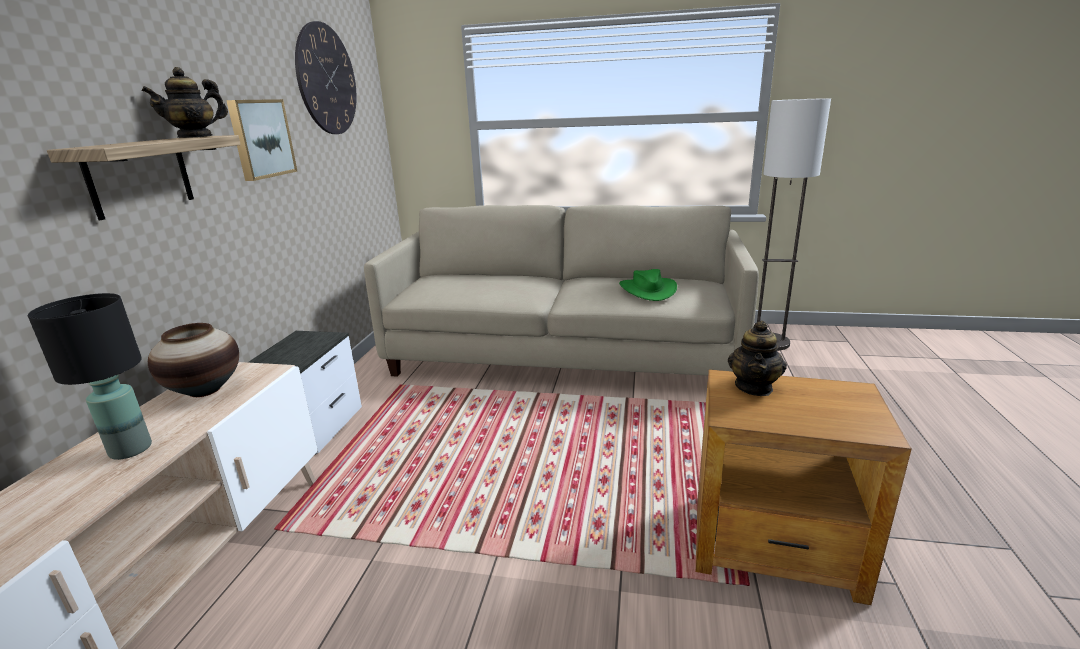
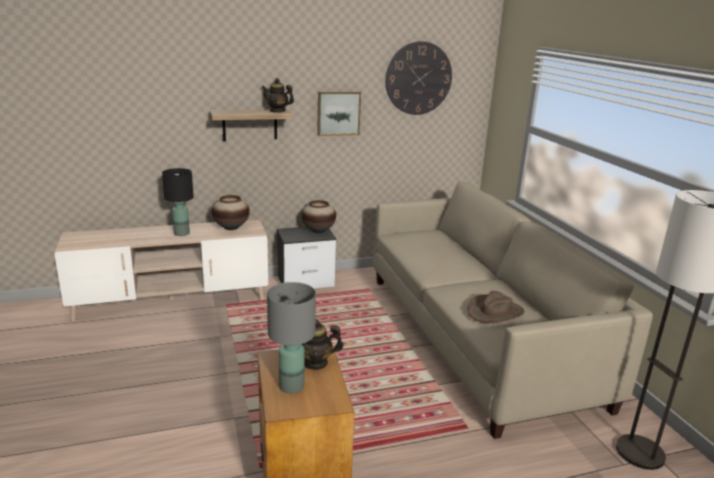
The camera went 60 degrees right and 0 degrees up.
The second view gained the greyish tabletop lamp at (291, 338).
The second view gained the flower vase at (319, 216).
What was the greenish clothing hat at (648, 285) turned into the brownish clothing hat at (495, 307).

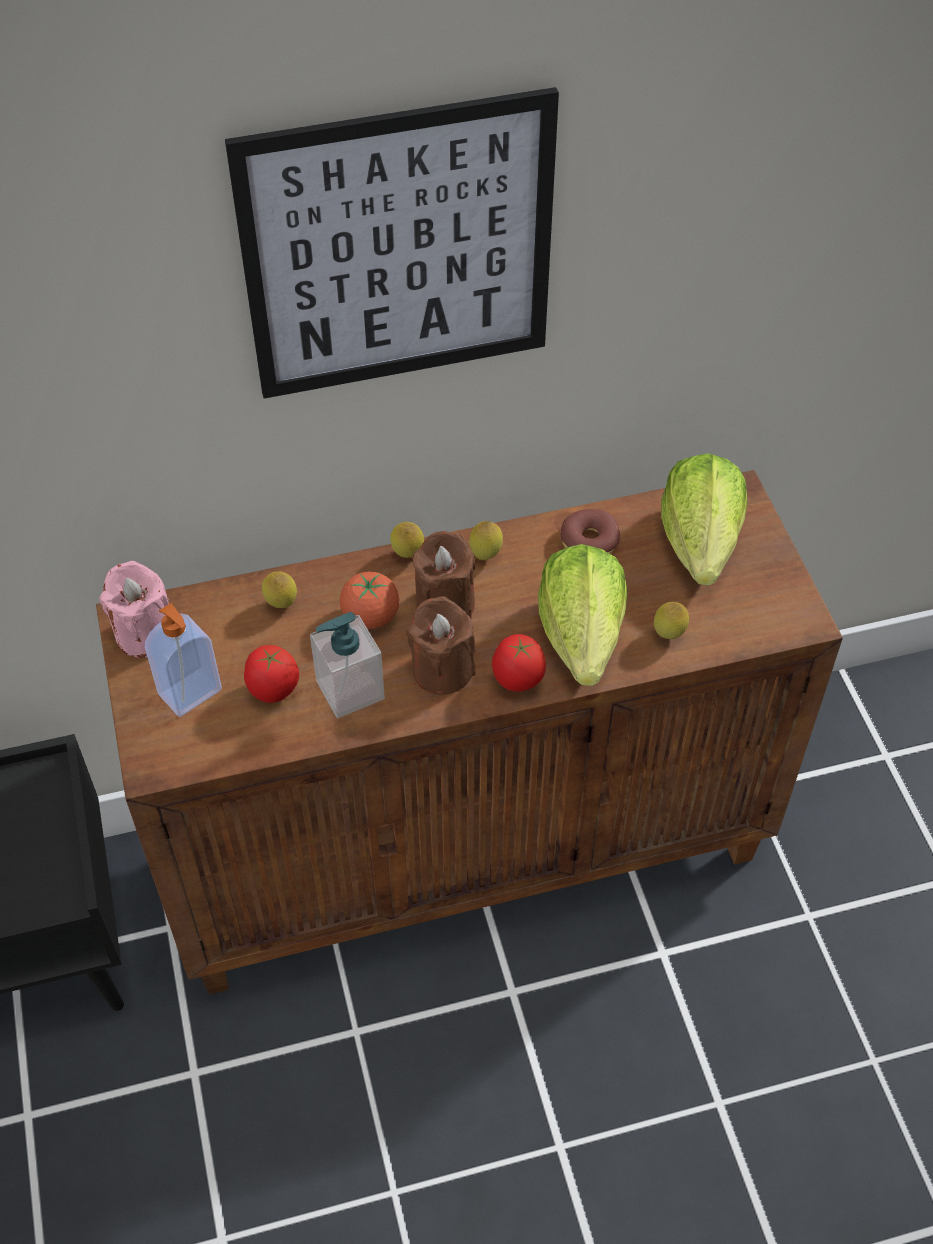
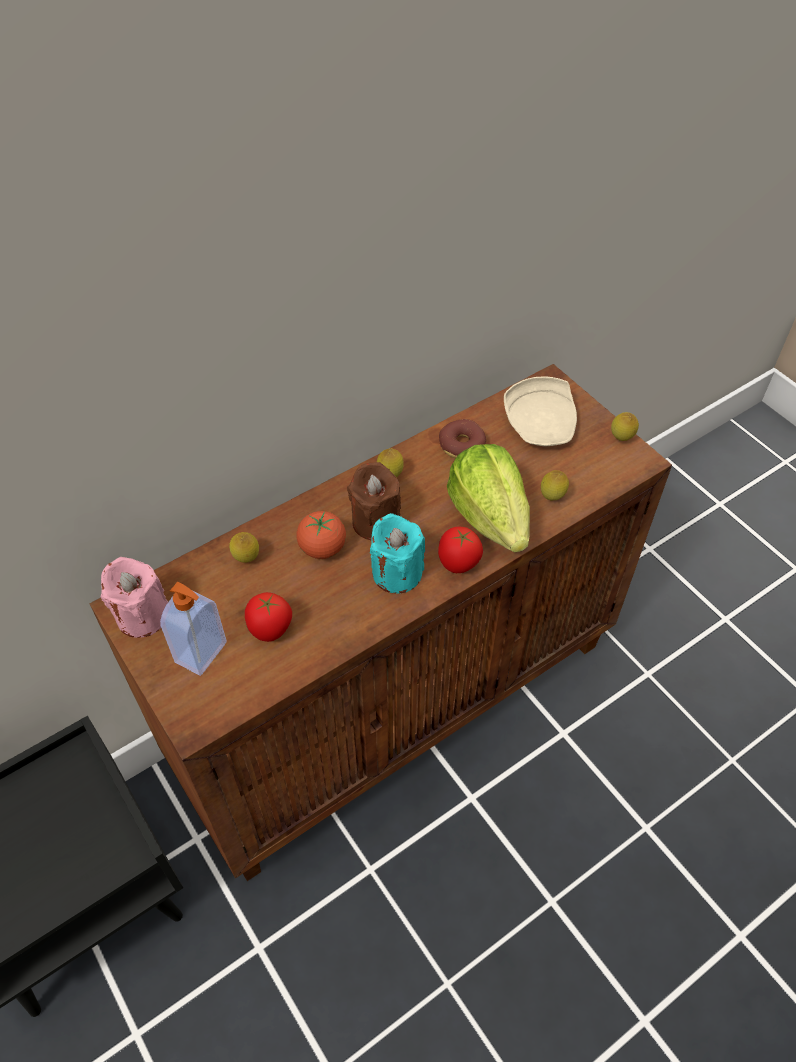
The camera went 20 degrees left and 0 degrees up.
What was the brownish wax light at (441, 645) turned into the turquoise-coloured wax light at (397, 553).
Where the lettuce stood at (704, 520), the beige dinner plate came to stand at (540, 411).
The citrus fruit ended up elsewhere, having gone from (407, 540) to (625, 426).
The second view lost the picture at (392, 243).
The second view lost the soap dispenser at (347, 665).

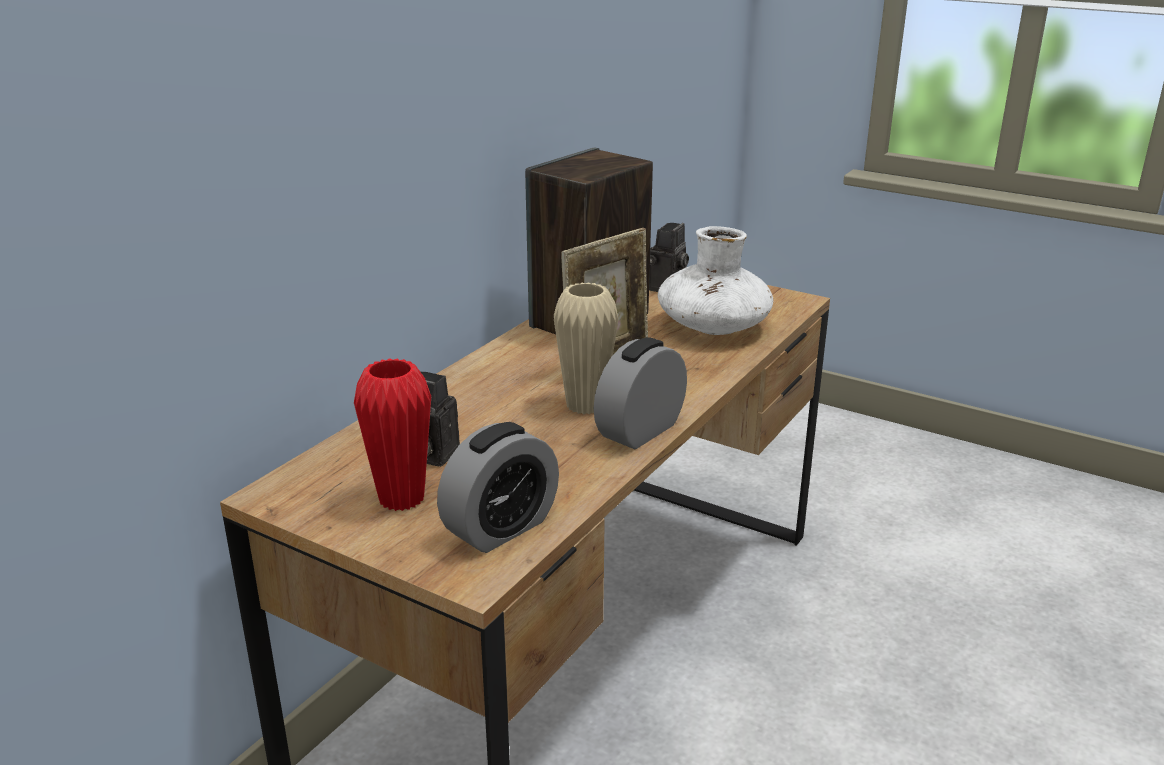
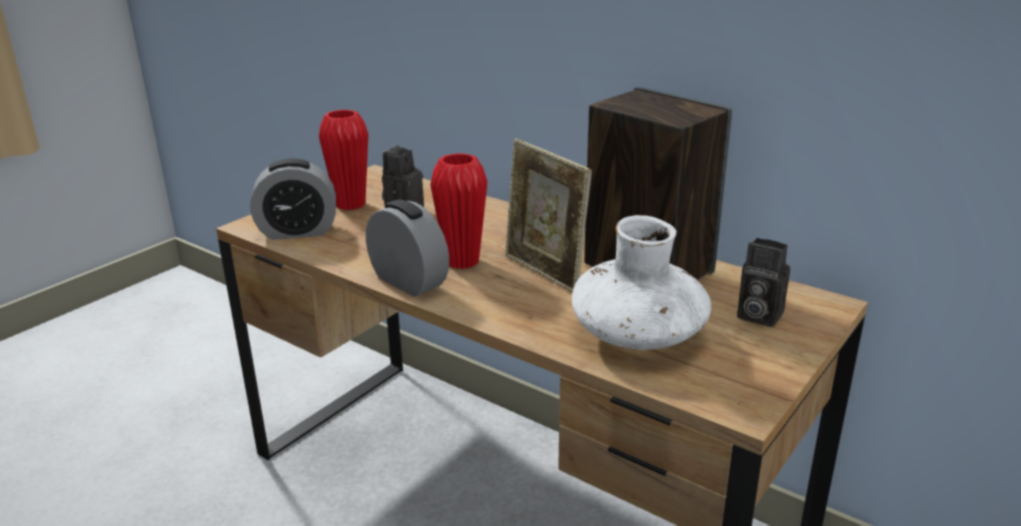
The camera went 95 degrees right and 0 degrees up.
The bedside clock at (498, 487) ended up facing another way, 60 degrees counterclockwise from before.
What was the beige flower vase at (586, 348) turned into the red-coloured flower vase at (459, 211).

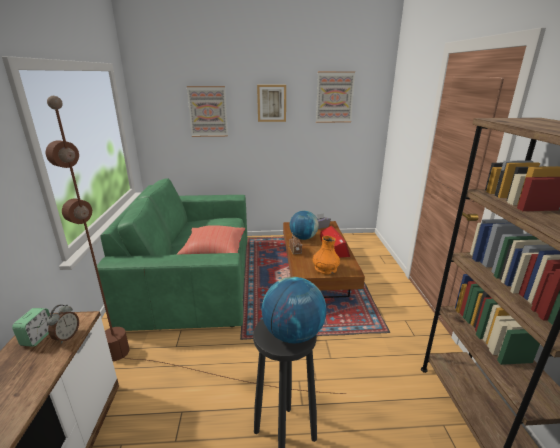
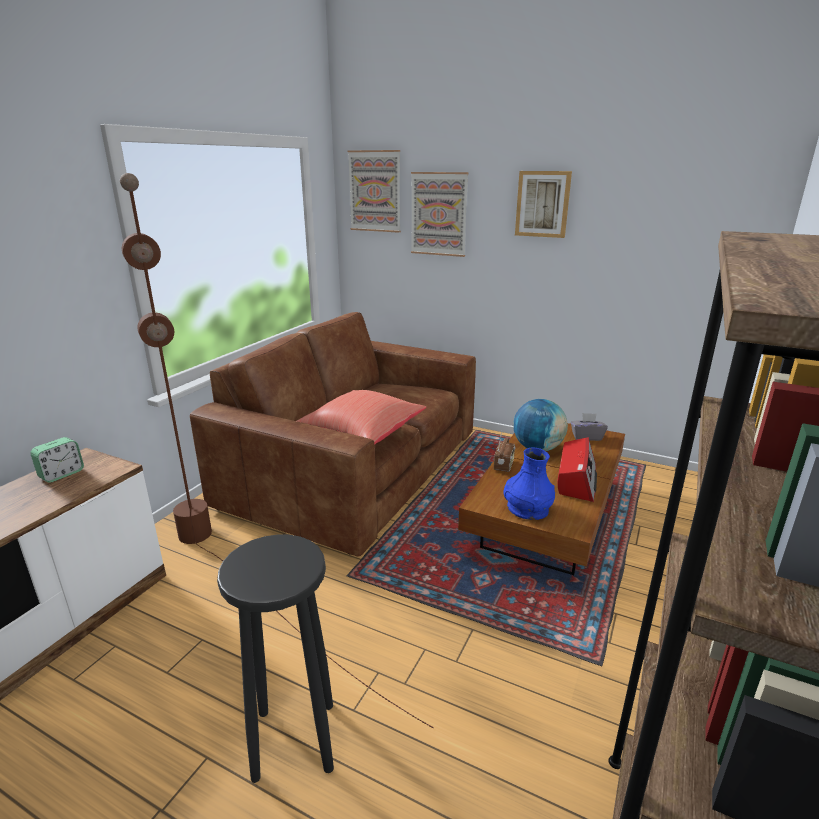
The camera went 30 degrees right and 0 degrees up.
What was the greenish settee at (172, 254) turned into the brownish settee at (333, 434).
The picture ended up elsewhere, having gone from (335, 97) to (374, 191).
What was the orangey flower vase at (326, 255) turned into the blue flower vase at (529, 484).
The second view lost the bedside clock at (63, 324).
The second view lost the desk globe at (294, 310).

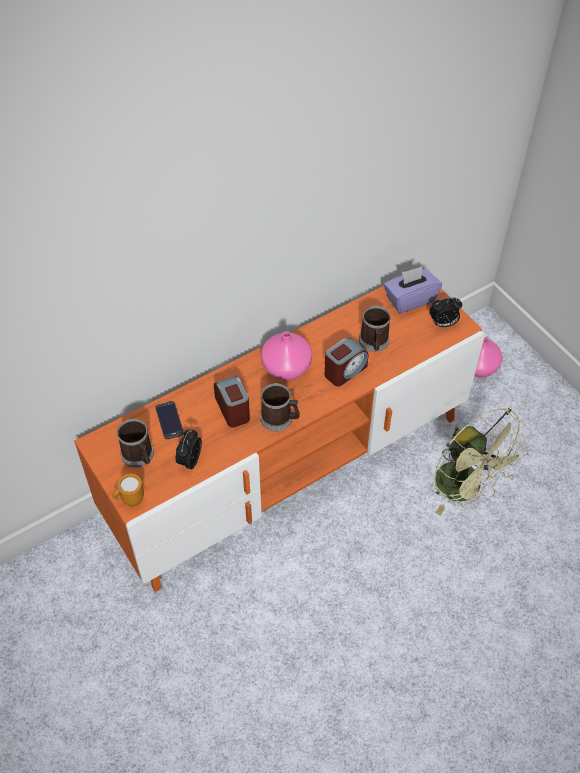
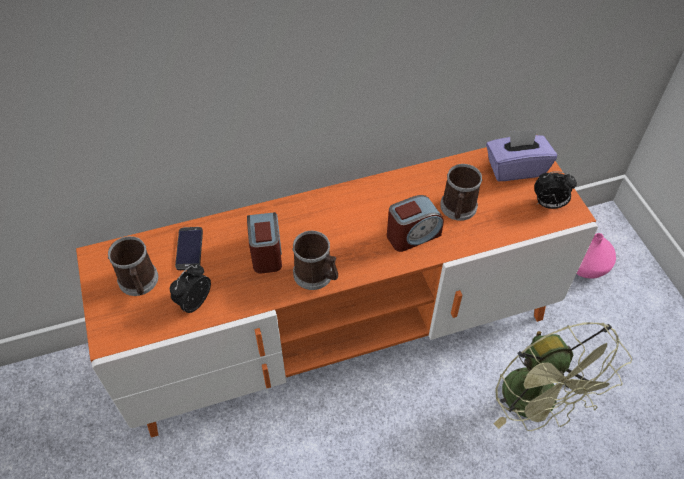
The camera went 15 degrees right and 0 degrees up.
The second view lost the orangey mug at (128, 490).
The second view lost the pinkish flower vase at (286, 355).

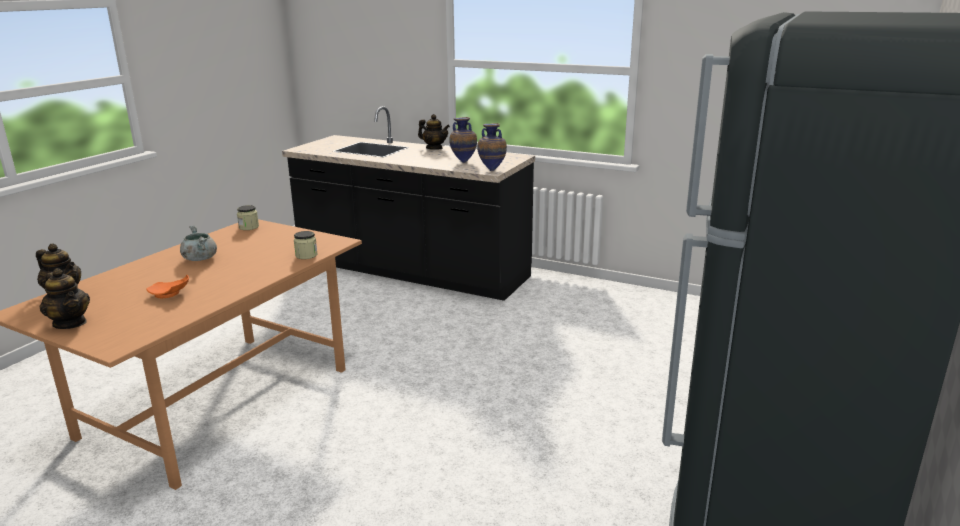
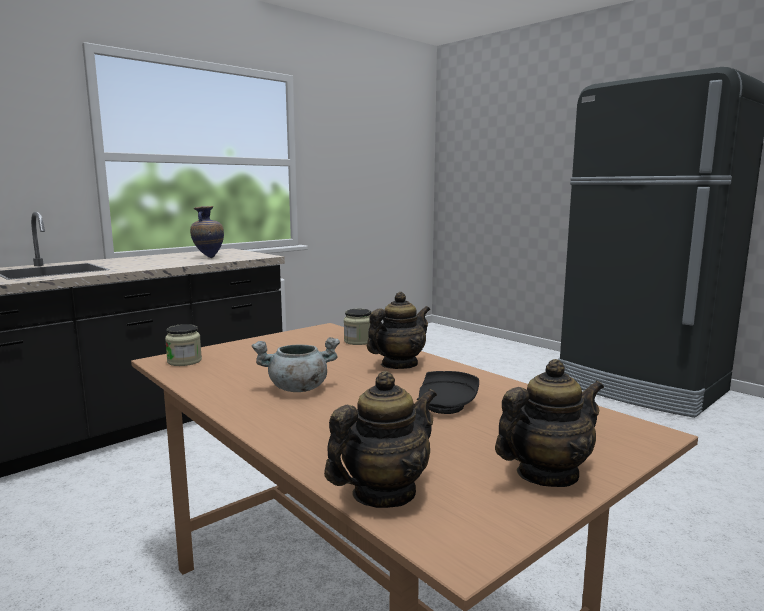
The camera went 70 degrees left and 10 degrees down.
The teapot ended up elsewhere, having gone from (434, 132) to (398, 330).
What was the orangey dinner plate at (167, 286) turned into the blackish dinner plate at (448, 392).
The second view lost the flower vase at (492, 147).

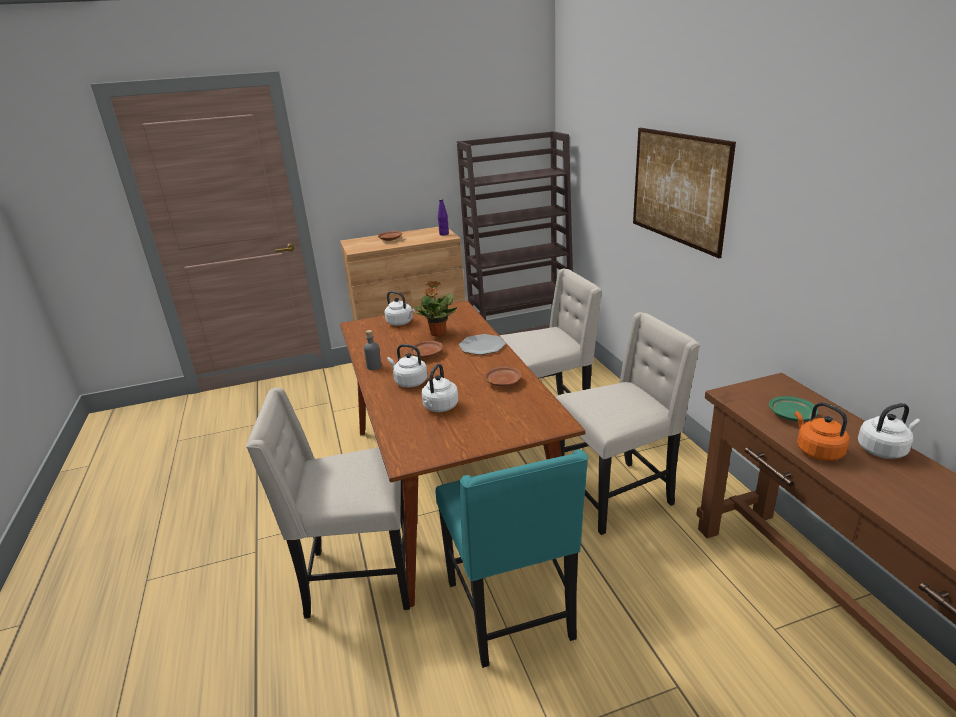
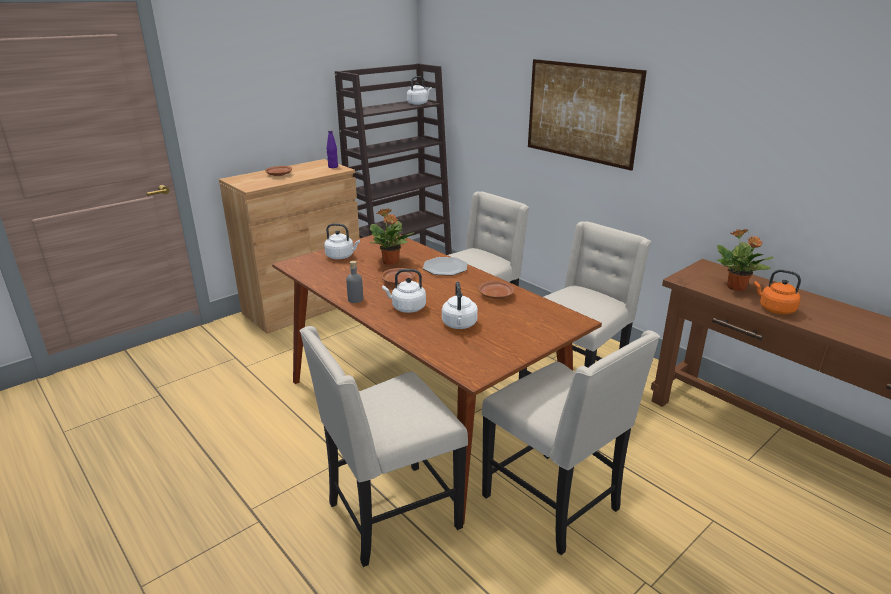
The camera went 25 degrees left and 0 degrees up.
The white-coloured water kettle ended up elsewhere, having gone from (889, 431) to (419, 90).
What was the turquoise-coloured chair at (511, 558) turned into the beige chair at (571, 442).
Where the greenish dinner plate stood at (793, 408), the plant in a pot came to stand at (745, 259).

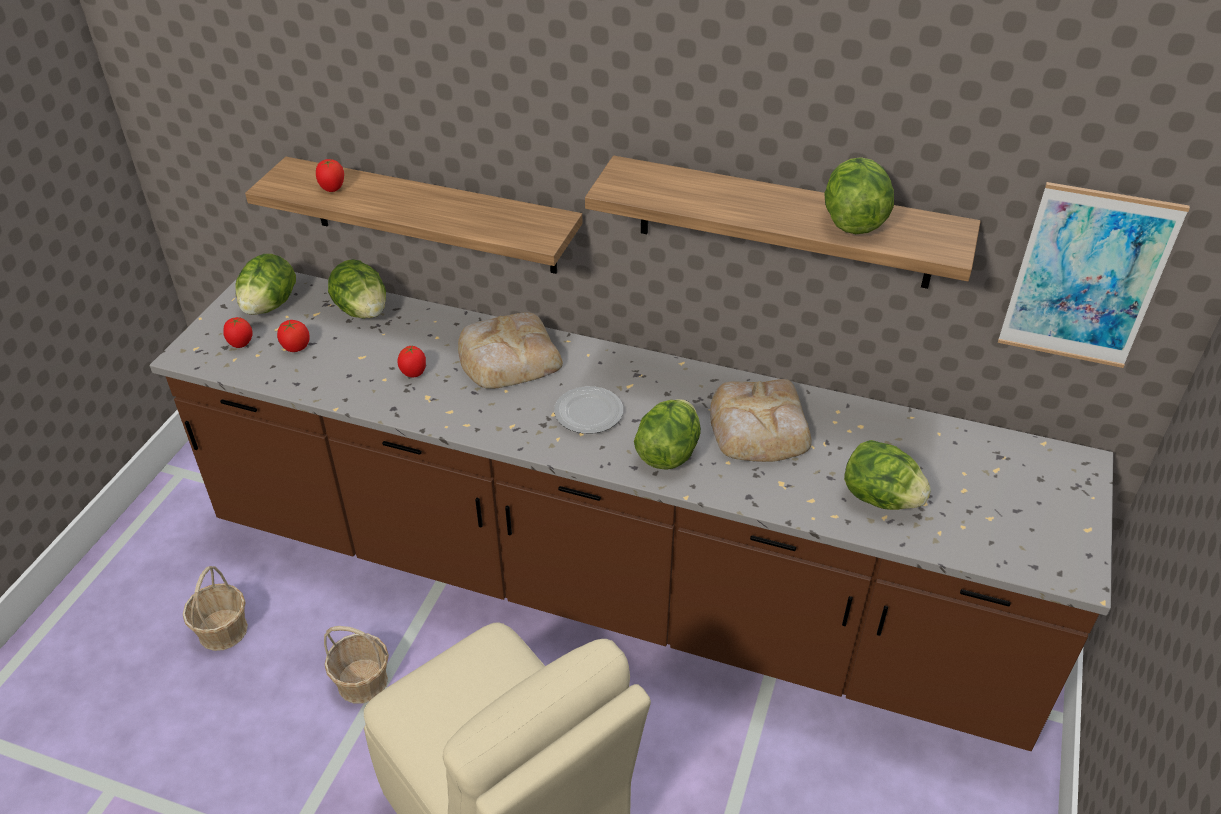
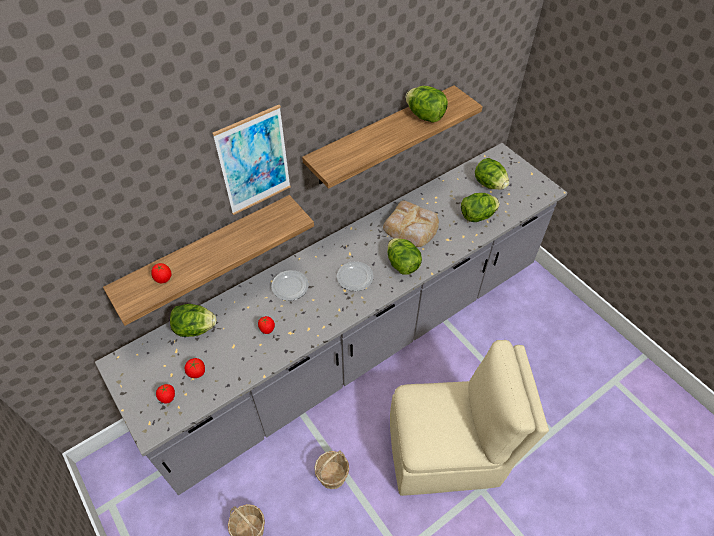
The camera went 55 degrees left and 10 degrees up.
What was the brownish kitchen counter at (631, 511) turned into the greyish kitchen counter at (331, 319).
The picture ended up elsewhere, having gone from (1094, 275) to (251, 160).
Where the baked bread stood at (510, 351), the dinner plate came to stand at (290, 285).
The lettuce ended up elsewhere, having gone from (266, 284) to (492, 174).

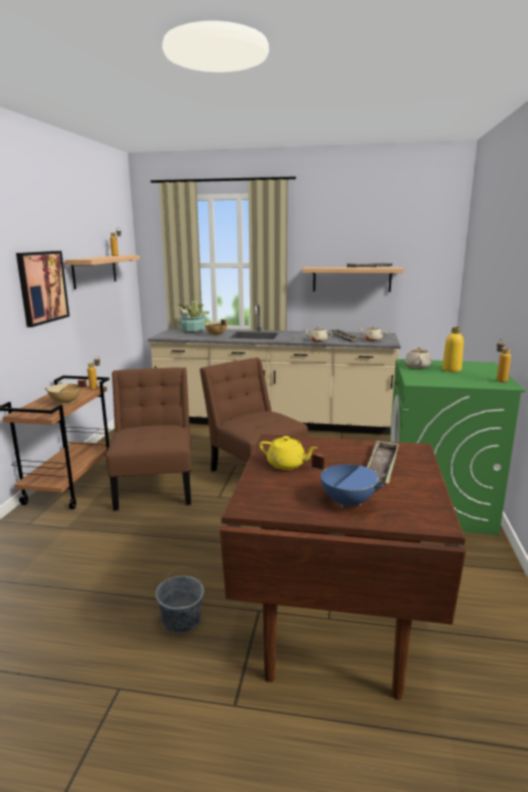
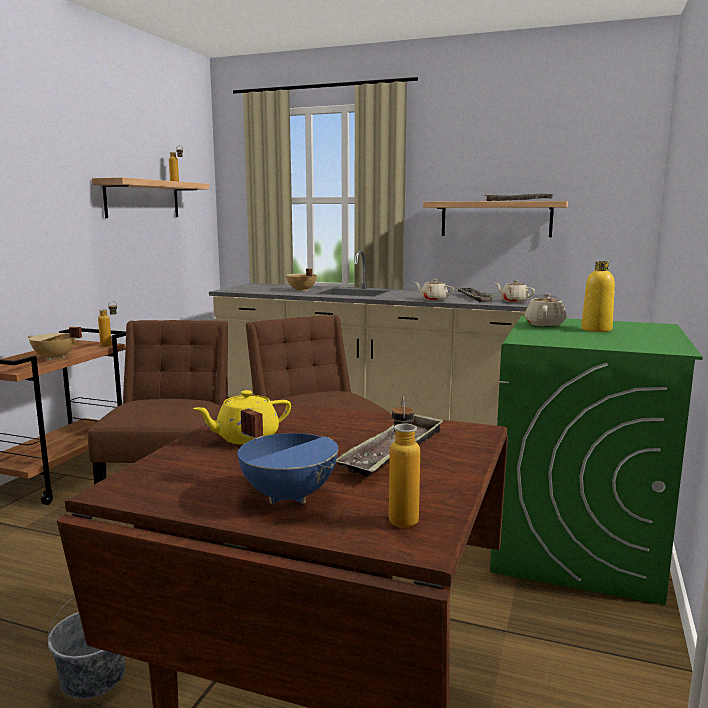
The camera went 10 degrees right and 5 degrees down.
The yellow-coloured teapot at (288, 453) ended up facing another way, 120 degrees clockwise from before.
The drink bottle ended up elsewhere, having gone from (504, 360) to (404, 462).
The second view lost the picture at (43, 289).
The second view lost the plant in a pot at (193, 317).

